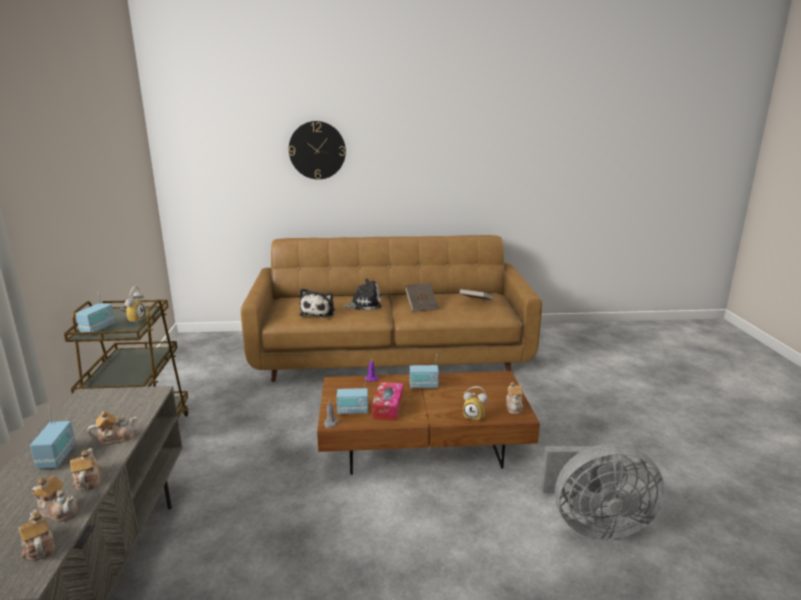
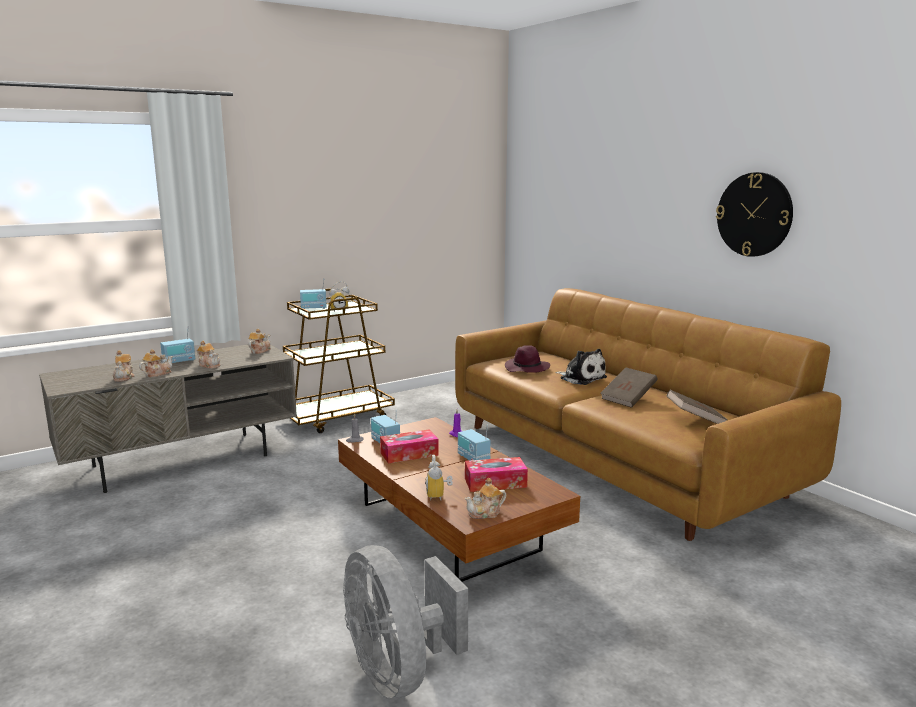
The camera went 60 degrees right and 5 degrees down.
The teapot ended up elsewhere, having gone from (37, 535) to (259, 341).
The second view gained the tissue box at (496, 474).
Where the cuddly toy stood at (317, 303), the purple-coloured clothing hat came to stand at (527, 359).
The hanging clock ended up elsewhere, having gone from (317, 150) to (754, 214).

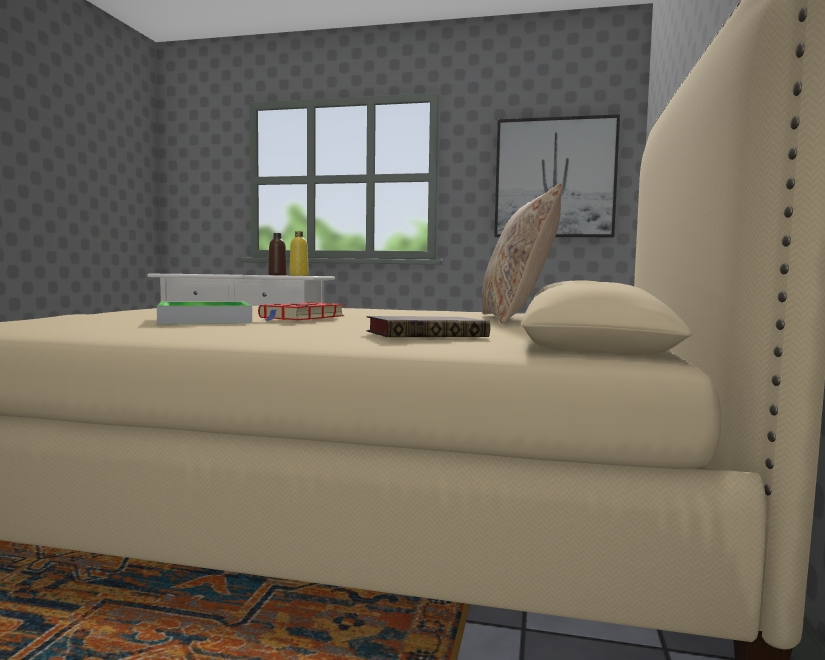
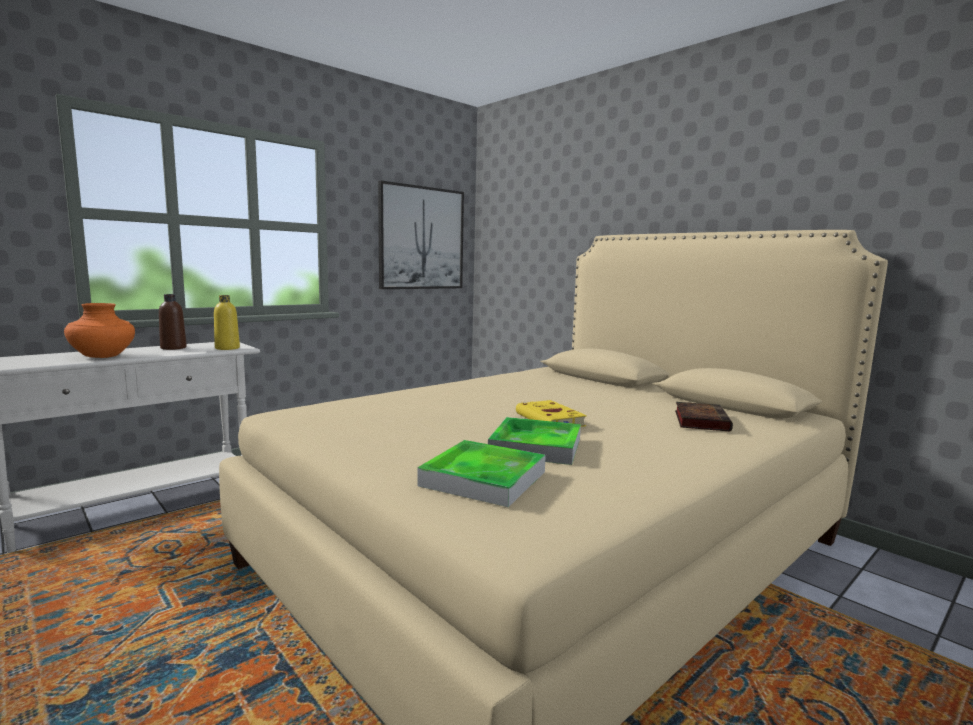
The camera went 55 degrees left and 5 degrees up.
The second view gained the orangey flower vase at (99, 330).
The second view gained the carrying tray at (481, 473).
What was the red-coloured bound book at (301, 311) turned into the yellow-coloured bound book at (551, 413).
The second view lost the beige pillow at (522, 253).

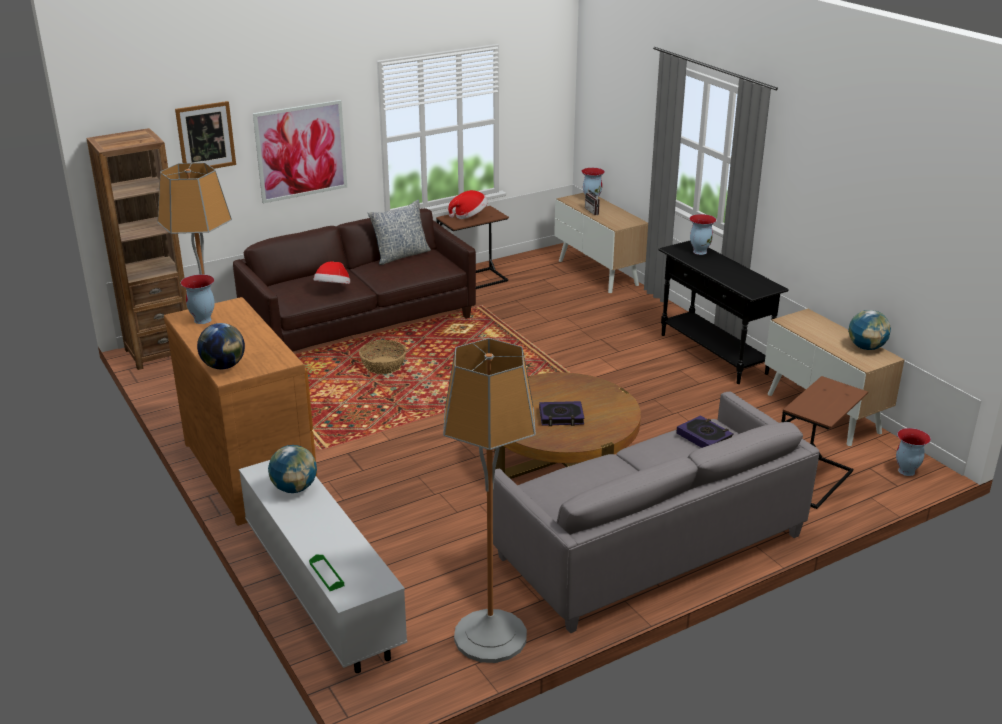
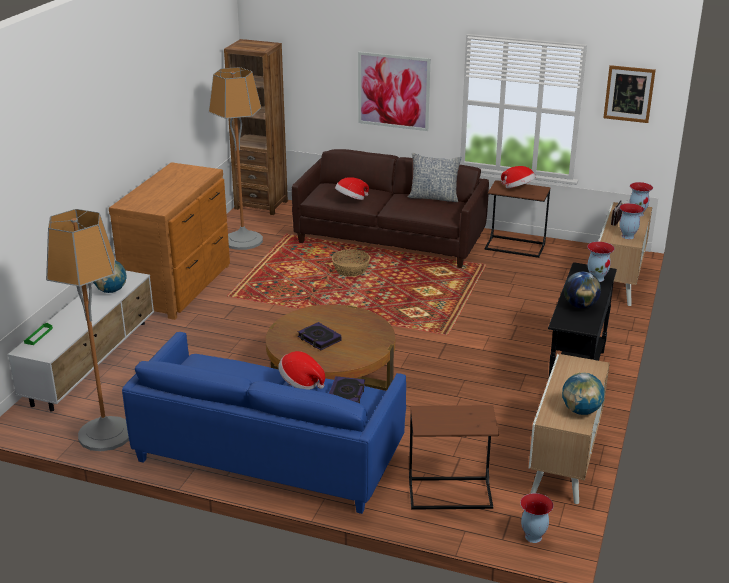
The camera went 50 degrees right and 0 degrees up.
What was the greyish settee at (656, 512) turned into the blue settee at (264, 423).
The second view gained the clothing hat at (301, 370).
The desk globe ended up elsewhere, having gone from (221, 346) to (582, 290).
The picture ended up elsewhere, having gone from (205, 135) to (629, 94).
The flower vase ended up elsewhere, having gone from (198, 299) to (631, 221).

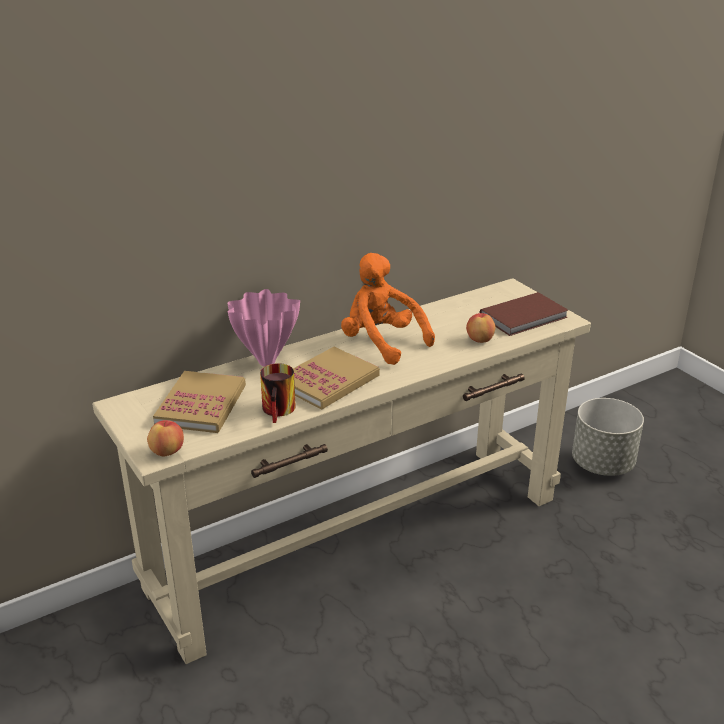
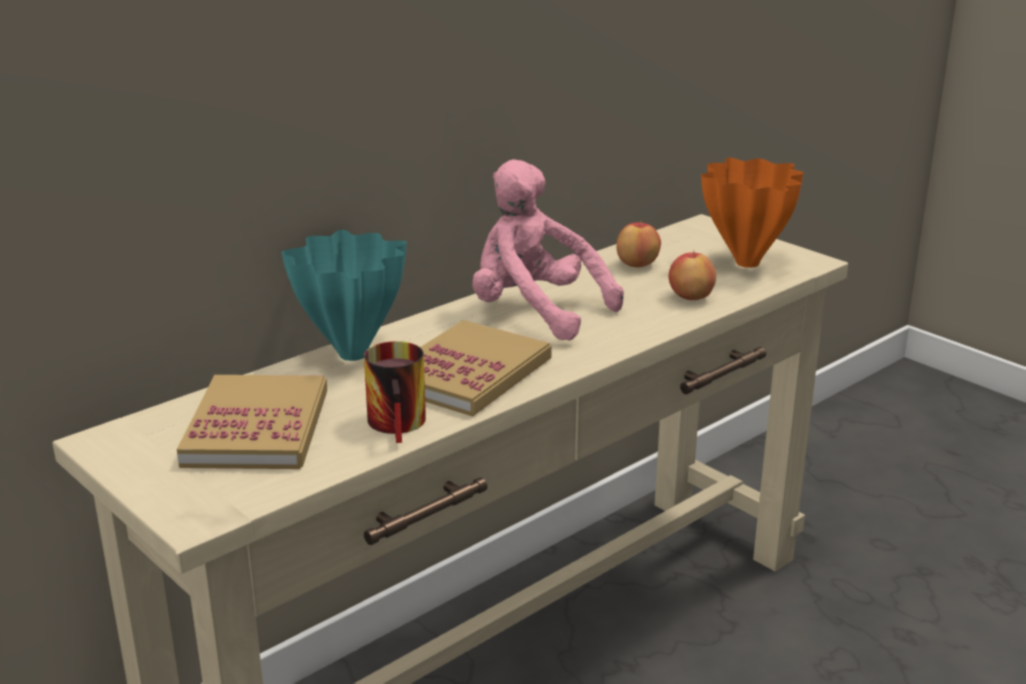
The camera went 10 degrees left and 5 degrees down.
What was the pinkish flower vase at (263, 328) turned into the turquoise-coloured flower vase at (344, 295).
What was the orangey cuddly toy at (388, 309) turned into the pinkish cuddly toy at (548, 250).
The apple fruit ended up elsewhere, having gone from (165, 438) to (638, 243).
Where the brownish bound book stood at (524, 314), the orangey flower vase came to stand at (752, 213).
The second view lost the greyish flower pot at (608, 437).

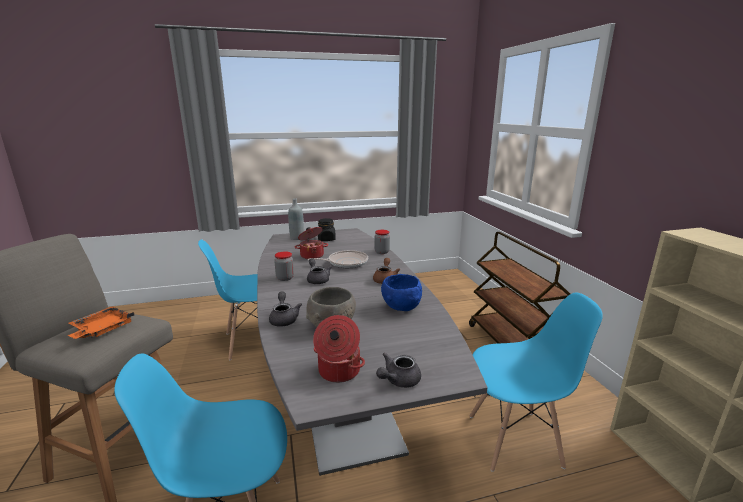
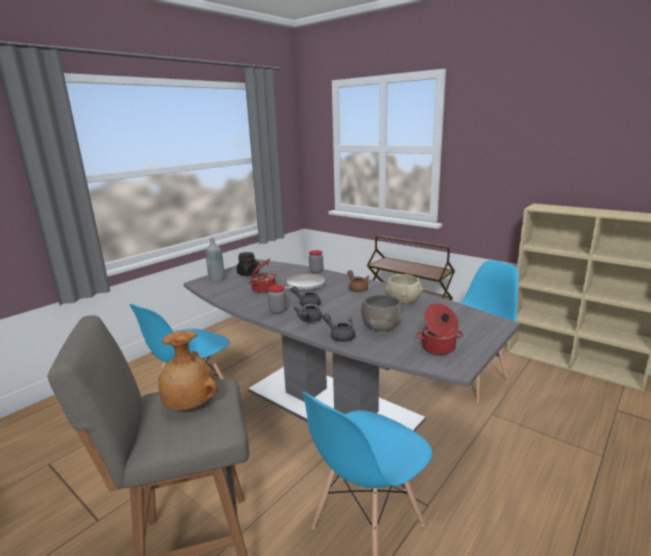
The camera went 35 degrees left and 0 degrees up.
Where the orangey carrying tray stood at (101, 322), the brownish flower vase came to stand at (188, 370).
The greyish teapot ended up elsewhere, having gone from (398, 370) to (308, 313).
What was the blue serving bowl at (401, 292) turned into the beige serving bowl at (404, 289).

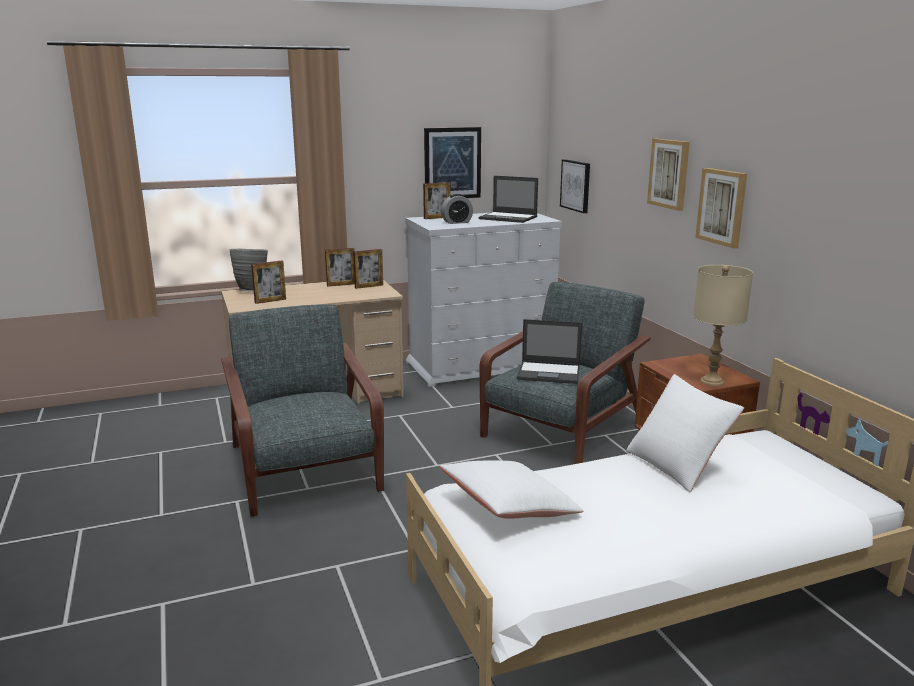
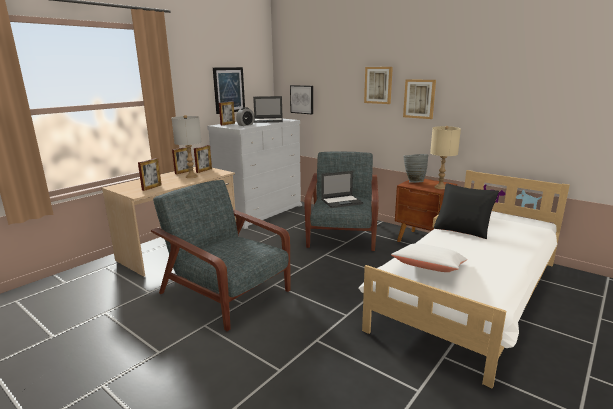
The camera went 30 degrees left and 0 degrees up.
The second view gained the greyish tabletop lamp at (186, 146).
The greyish flower vase ended up elsewhere, having gone from (249, 270) to (415, 168).
What was the white-coloured pillow at (685, 433) turned into the blackish pillow at (466, 211).

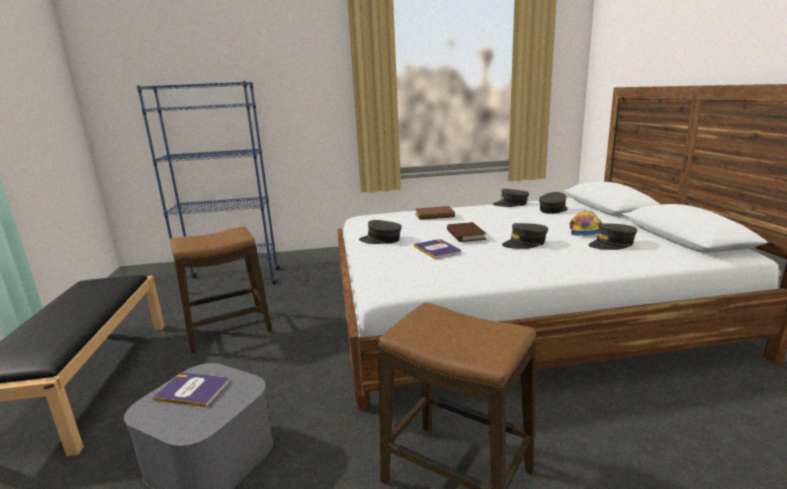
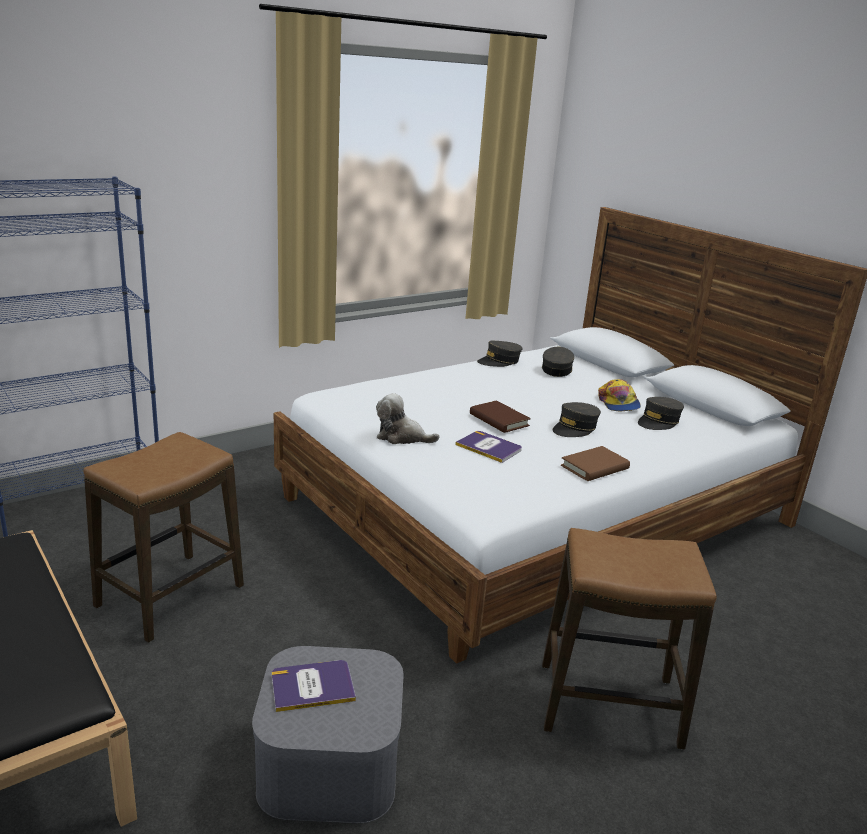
The camera went 30 degrees left and 5 degrees up.
Where the greyish cap stood at (380, 232), the cuddly toy came to stand at (407, 418).
The brownish bound book ended up elsewhere, having gone from (435, 213) to (595, 463).

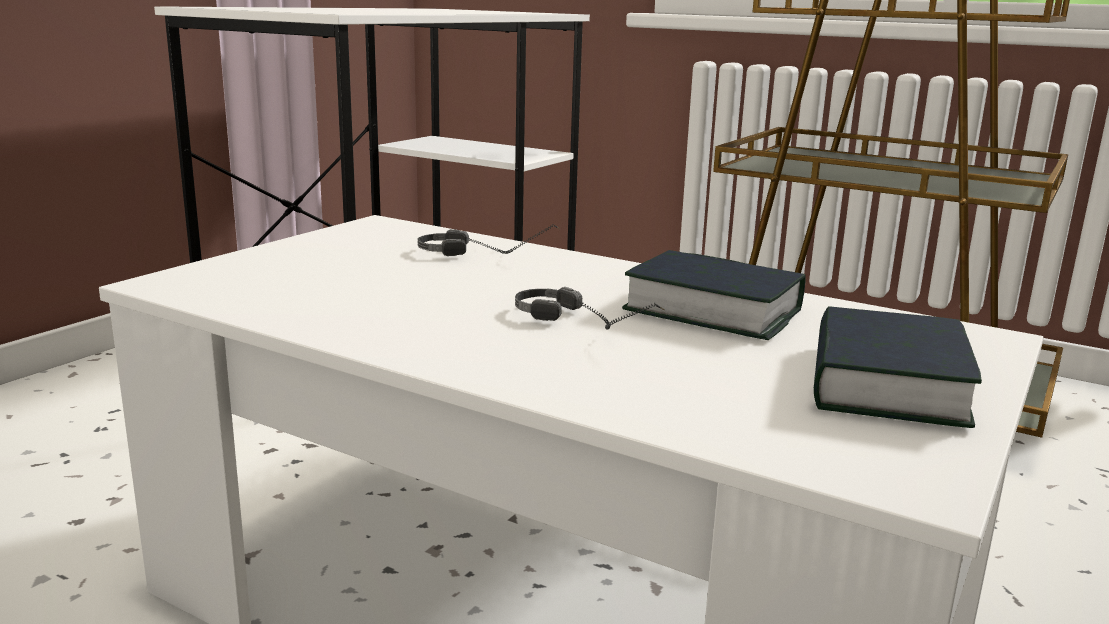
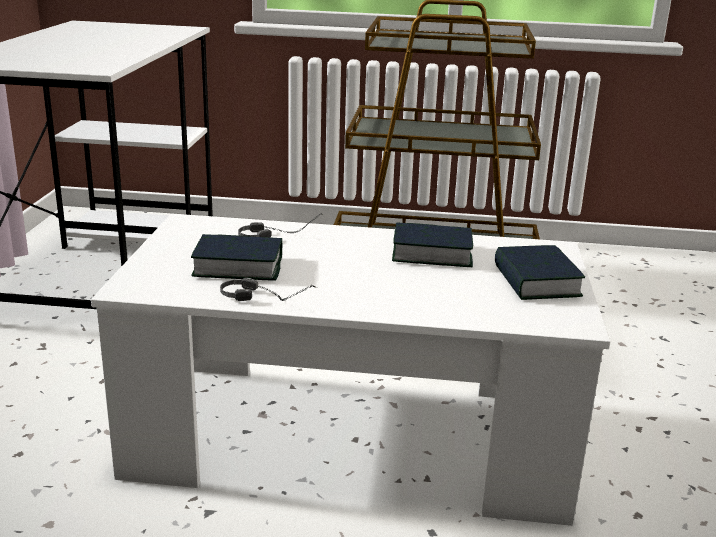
The camera went 25 degrees left and 5 degrees up.
The second view gained the bound book at (236, 257).
The headset ended up elsewhere, having gone from (590, 308) to (268, 289).

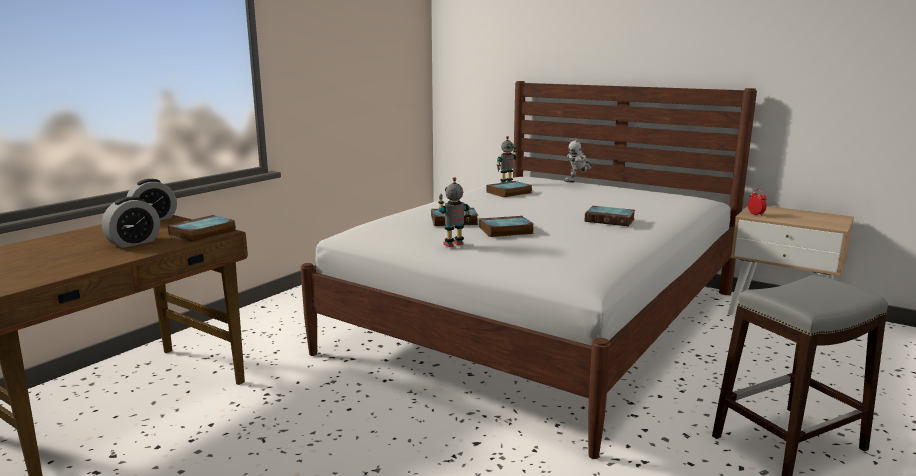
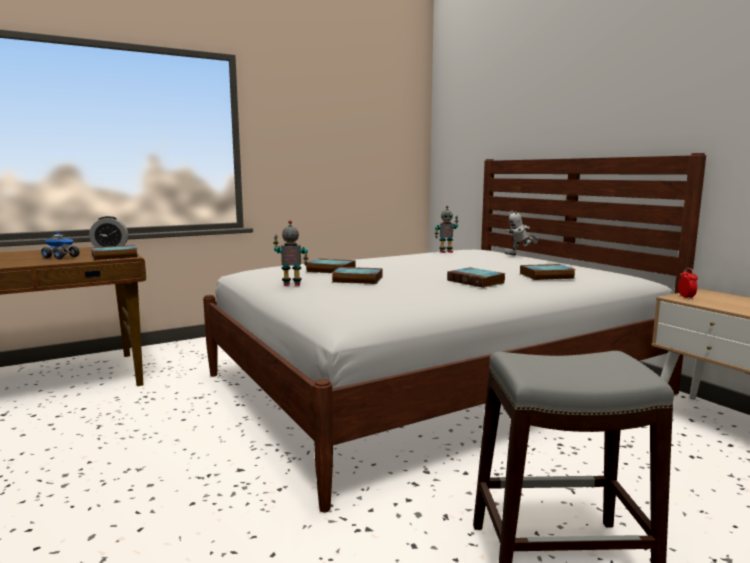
The camera went 25 degrees right and 5 degrees down.
Where the bedside clock stood at (131, 222), the toy lorry came to stand at (60, 245).
The bound book ended up elsewhere, having gone from (509, 189) to (547, 272).

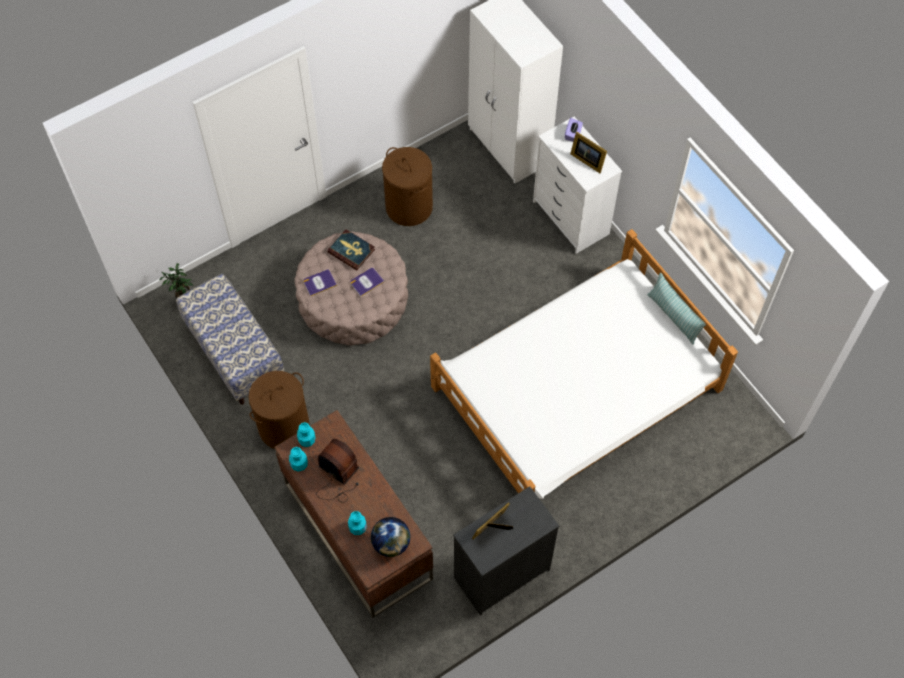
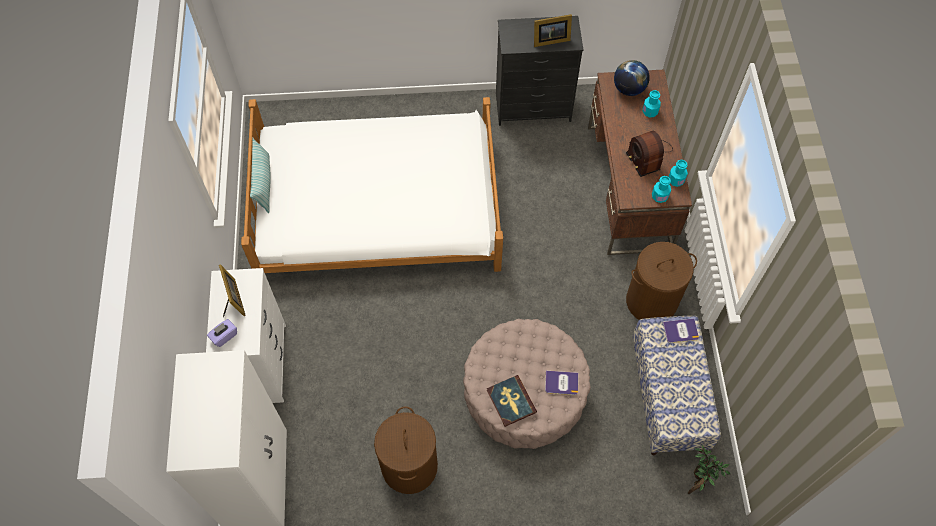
The camera went 150 degrees left and 0 degrees up.
The bound book ended up elsewhere, having gone from (367, 282) to (681, 330).

